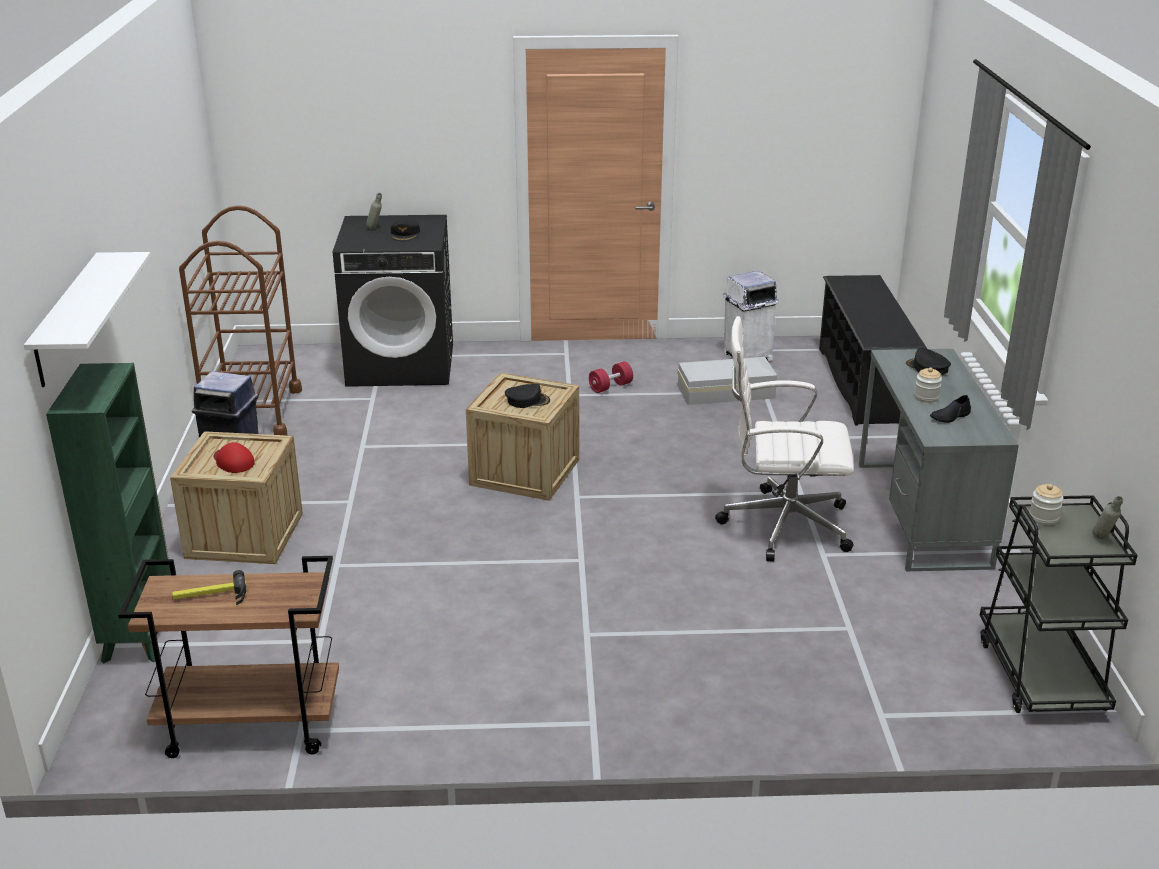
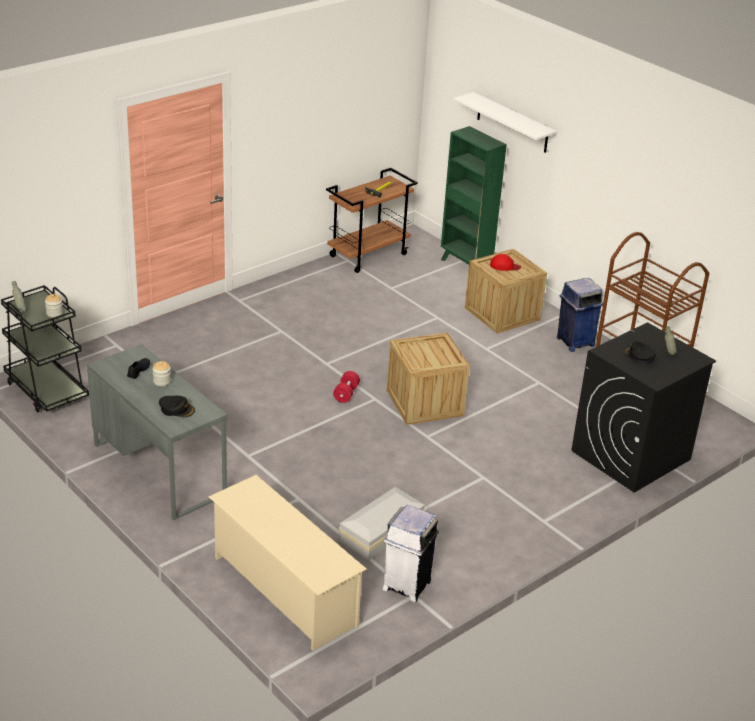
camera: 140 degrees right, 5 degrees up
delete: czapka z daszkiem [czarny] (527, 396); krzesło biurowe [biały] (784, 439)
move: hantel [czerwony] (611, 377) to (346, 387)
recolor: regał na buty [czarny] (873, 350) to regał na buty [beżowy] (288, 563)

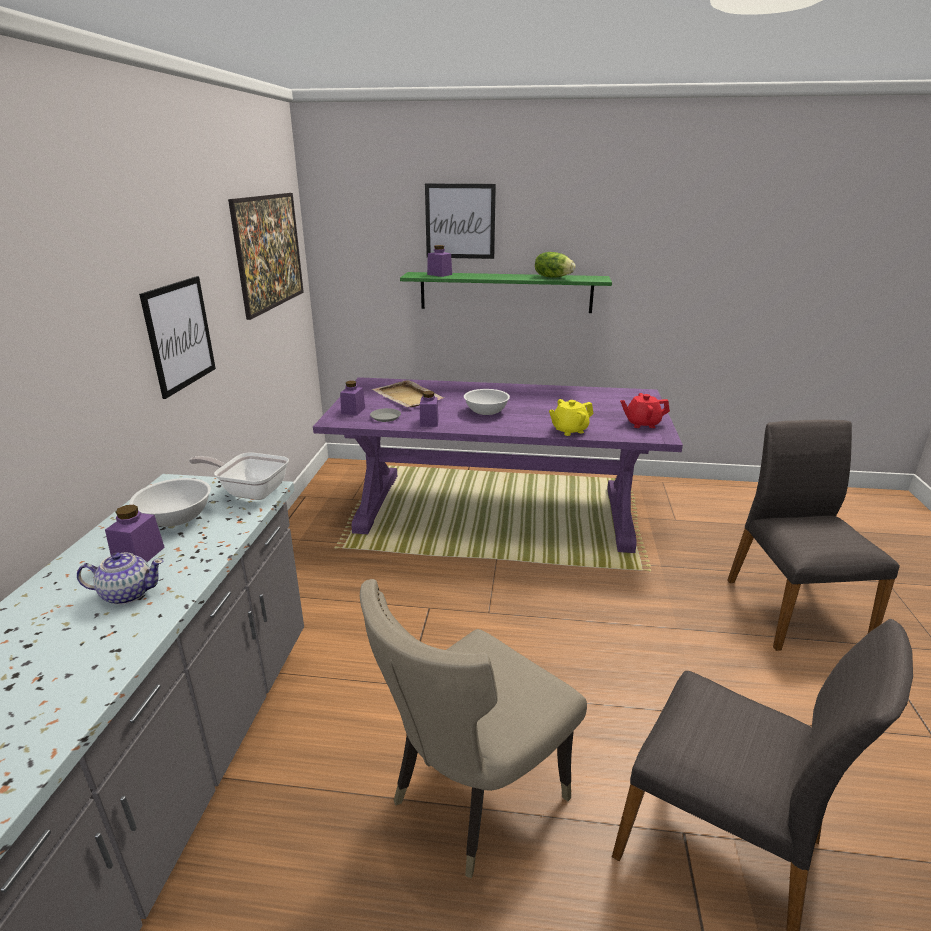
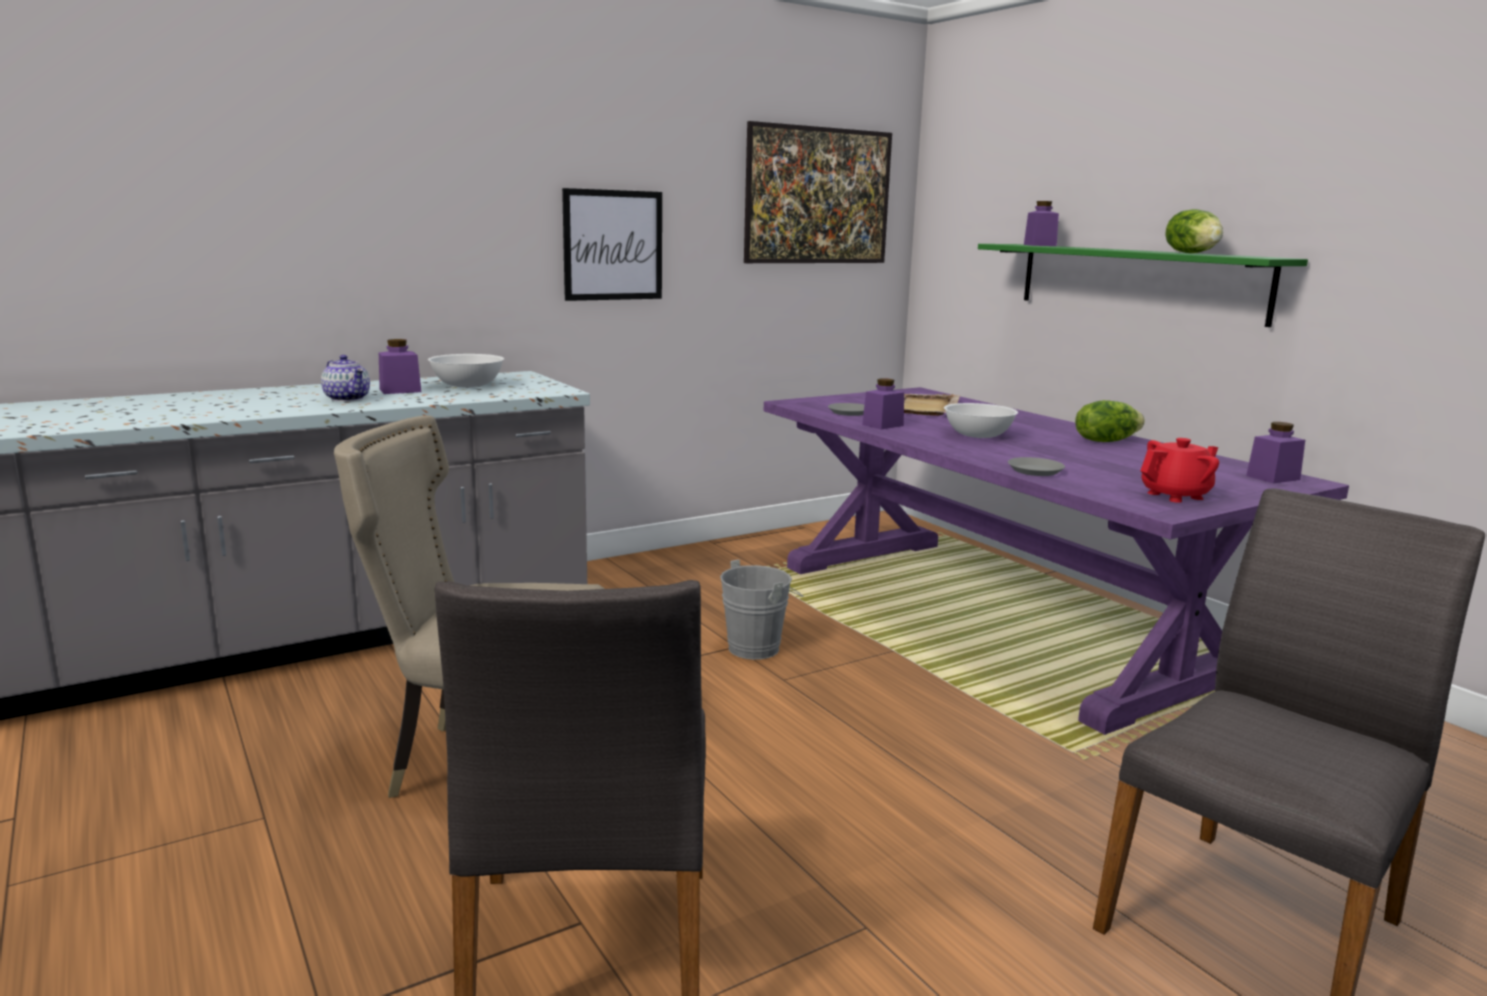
camera: 50 degrees right, 10 degrees down
delete: patelnia (239, 476); obraz (460, 221)
insert: wiadro [szary] (762, 609); sałata (1110, 421)
move: słoik [fioletowy] (352, 398) to (1275, 453)
replace: imbryk [żółty] (571, 417) to talerz [szary] (1036, 466)
rotate: imbryk [czerwony] (645, 410) = (1179, 470) 105 degrees clockwise

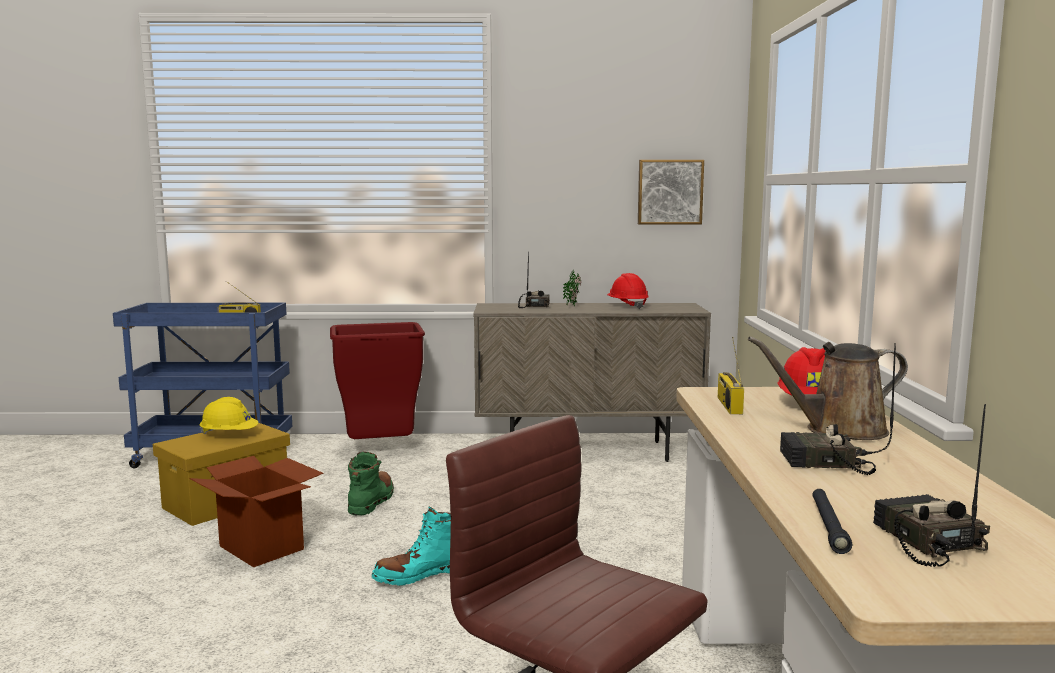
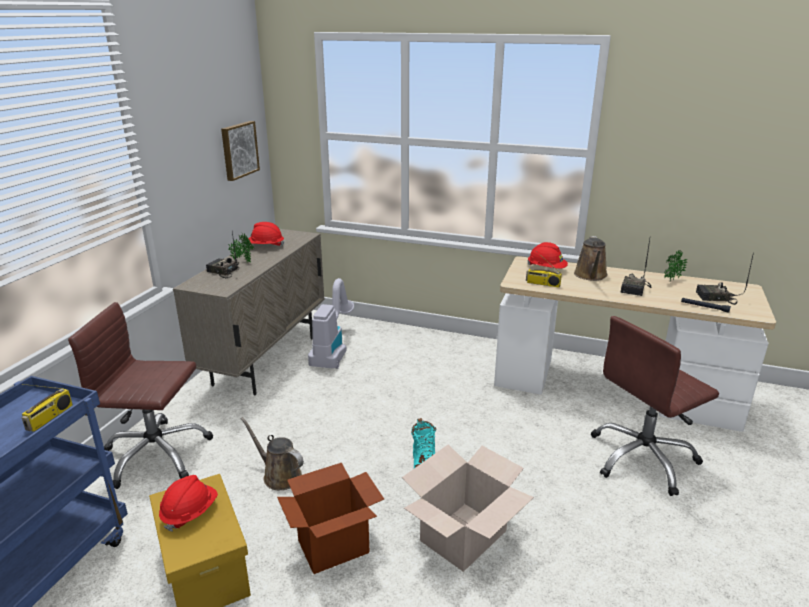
camera: 70 degrees left, 15 degrees up
insert: odkurzacz (331, 323); karton (468, 508); roślina doniczkowa (675, 266)
replace: kosz na śmieci [czerwony] (377, 380) to krzesło biurowe [brązowy] (140, 395); but z cholewką [zielony] (371, 483) to konewka [brązowy] (272, 453)
recolor: kask [żółty] (229, 415) to kask [czerwony] (188, 503)

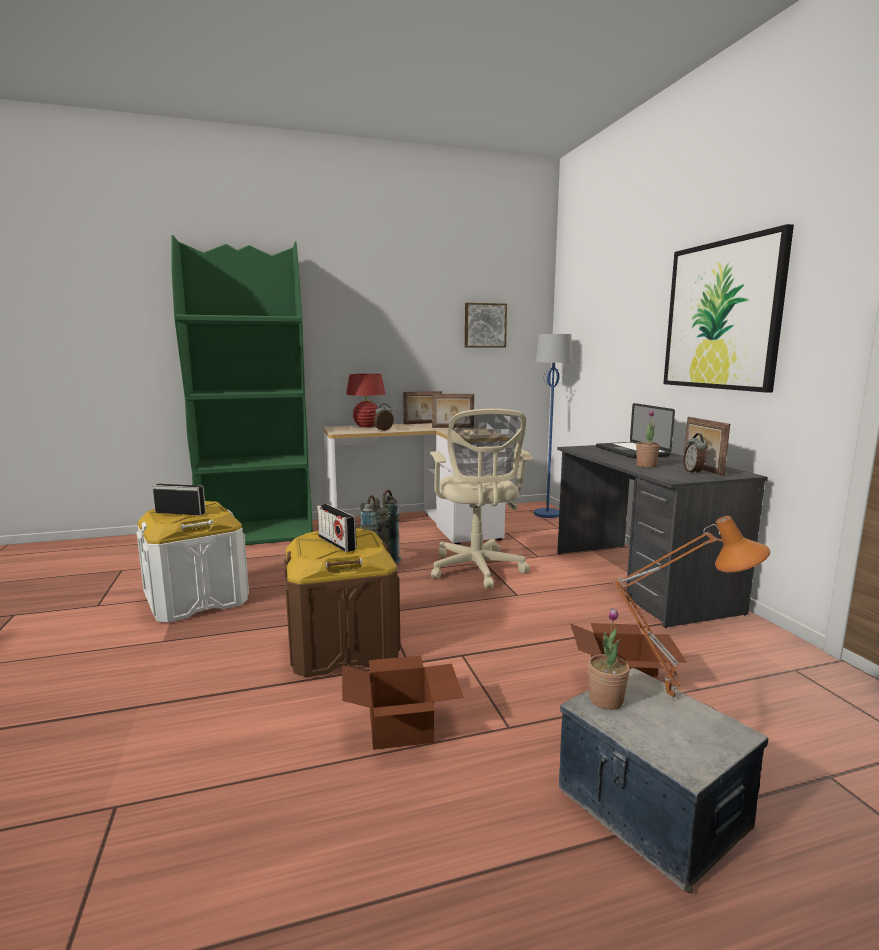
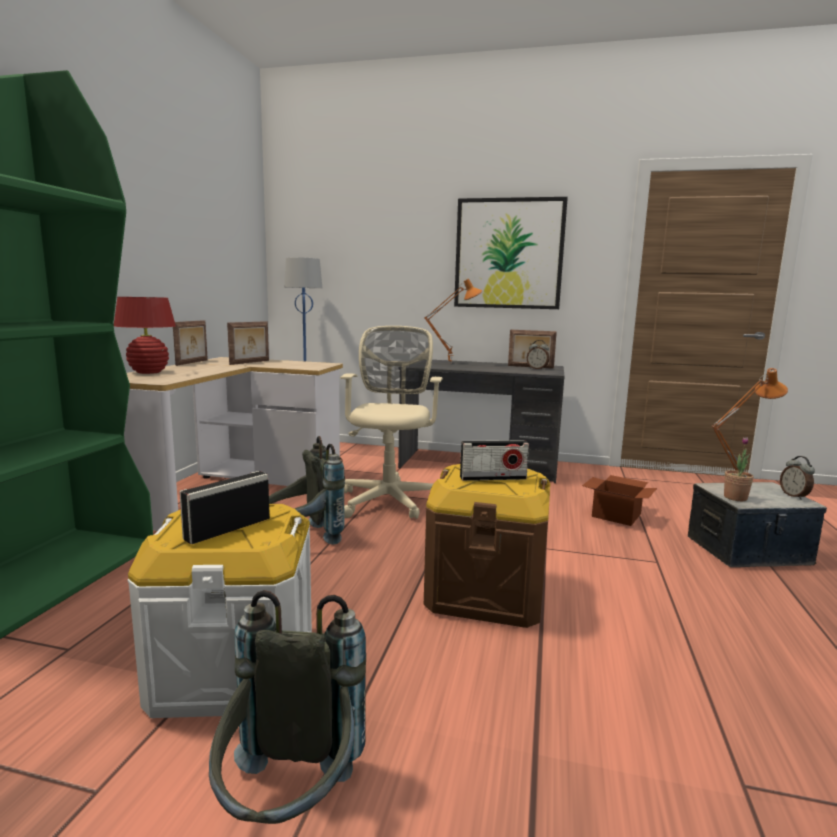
camera: 60 degrees left, 0 degrees up
delete: karton (403, 703); obraz (486, 325); roślina doniczkowa (648, 438)
insert: plecak [szary] (287, 707)
move: budzik (384, 417) to (797, 478)
replace: laptop (635, 430) to lampa stołowa [pomarańczowy] (453, 321)
rotate: krzesło biurowe [beżowy] (481, 499) = (391, 422) 105 degrees counterclockwise

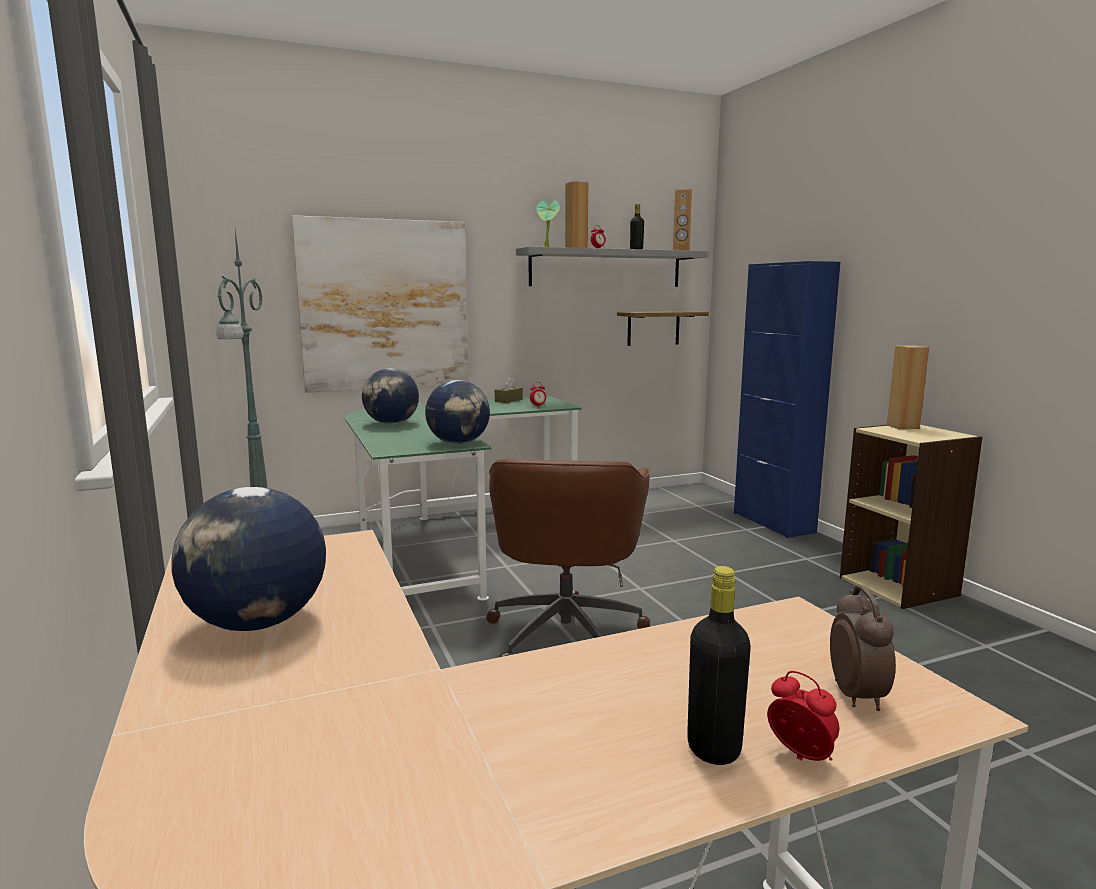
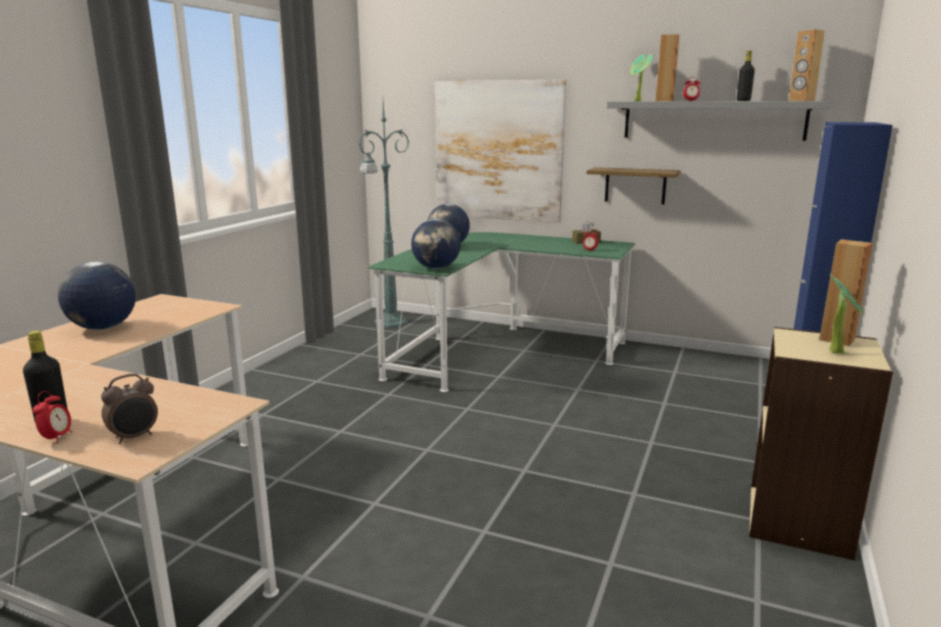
camera: 45 degrees right, 5 degrees up
delete: krzesło biurowe [brązowy] (568, 557)
insert: roślina doniczkowa (847, 314)
move: półka (663, 328) to (634, 186)

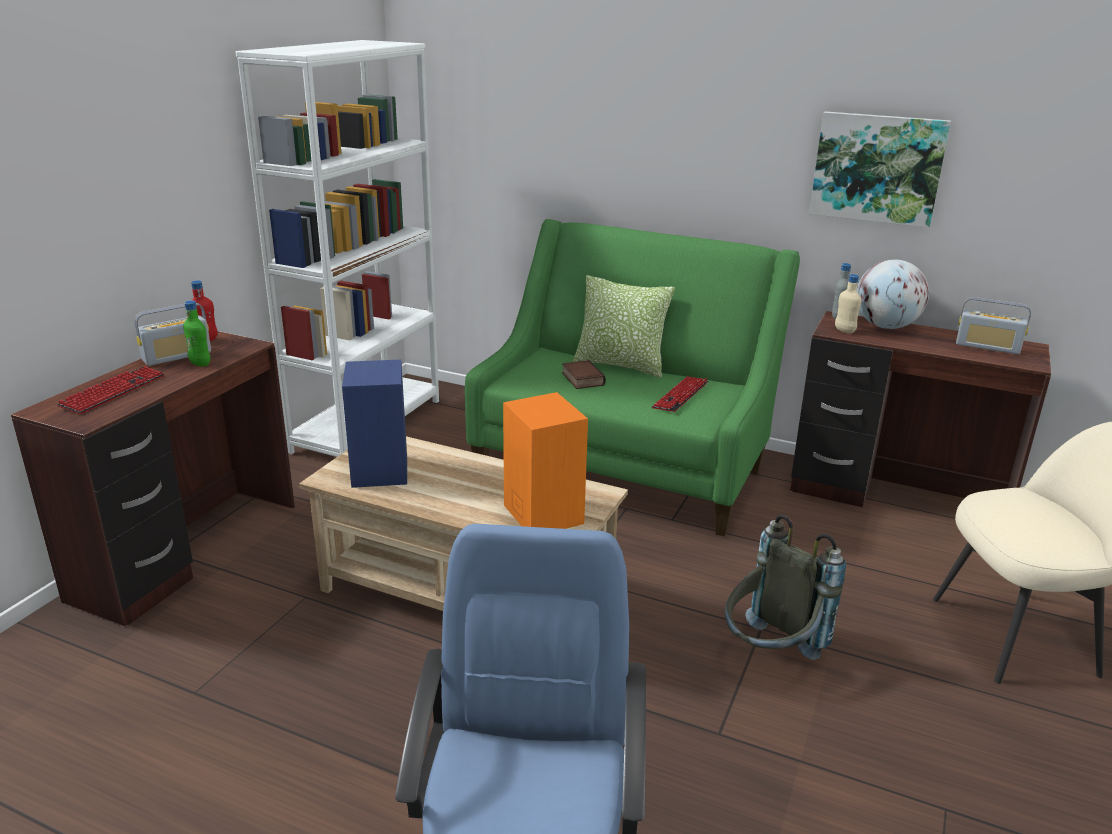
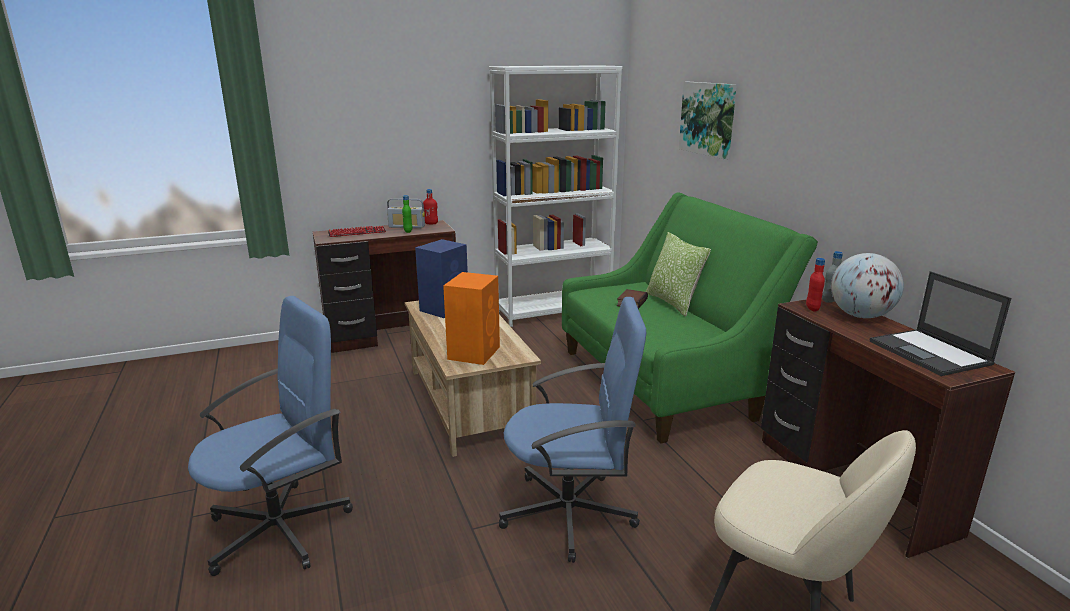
camera: 45 degrees right, 5 degrees down
delete: klawiatura (680, 394)
move: obraz (880, 169) to (708, 120)
replace: plecak [szary] (785, 587) to krzesło biurowe [niebieski] (572, 430); radio (993, 326) to laptop (940, 323)
recolor: butelka [beżowy] (848, 304) to butelka [czerwony] (815, 284)

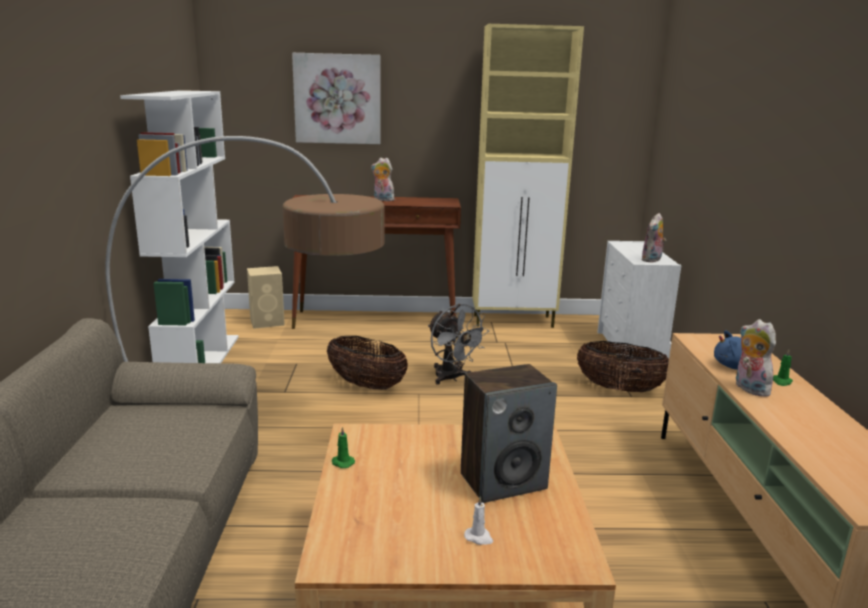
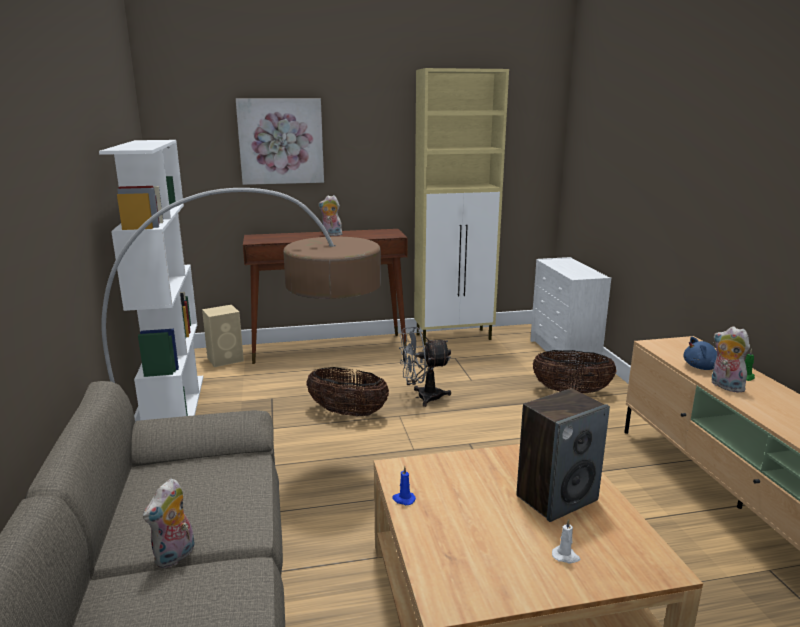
camera: 10 degrees left, 0 degrees up
move: pluszak (653, 237) to (169, 523)
recolor: świeca [zielony] (343, 447) to świeca [niebieski] (404, 485)
rotate: wentylator [szary] (458, 344) = (425, 367) 120 degrees clockwise

